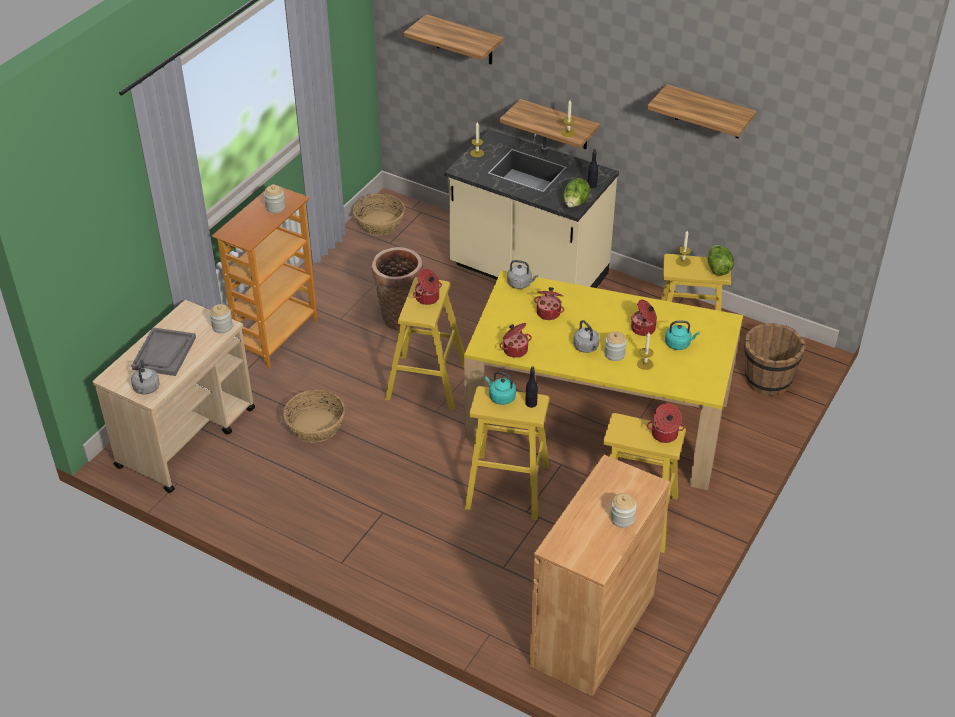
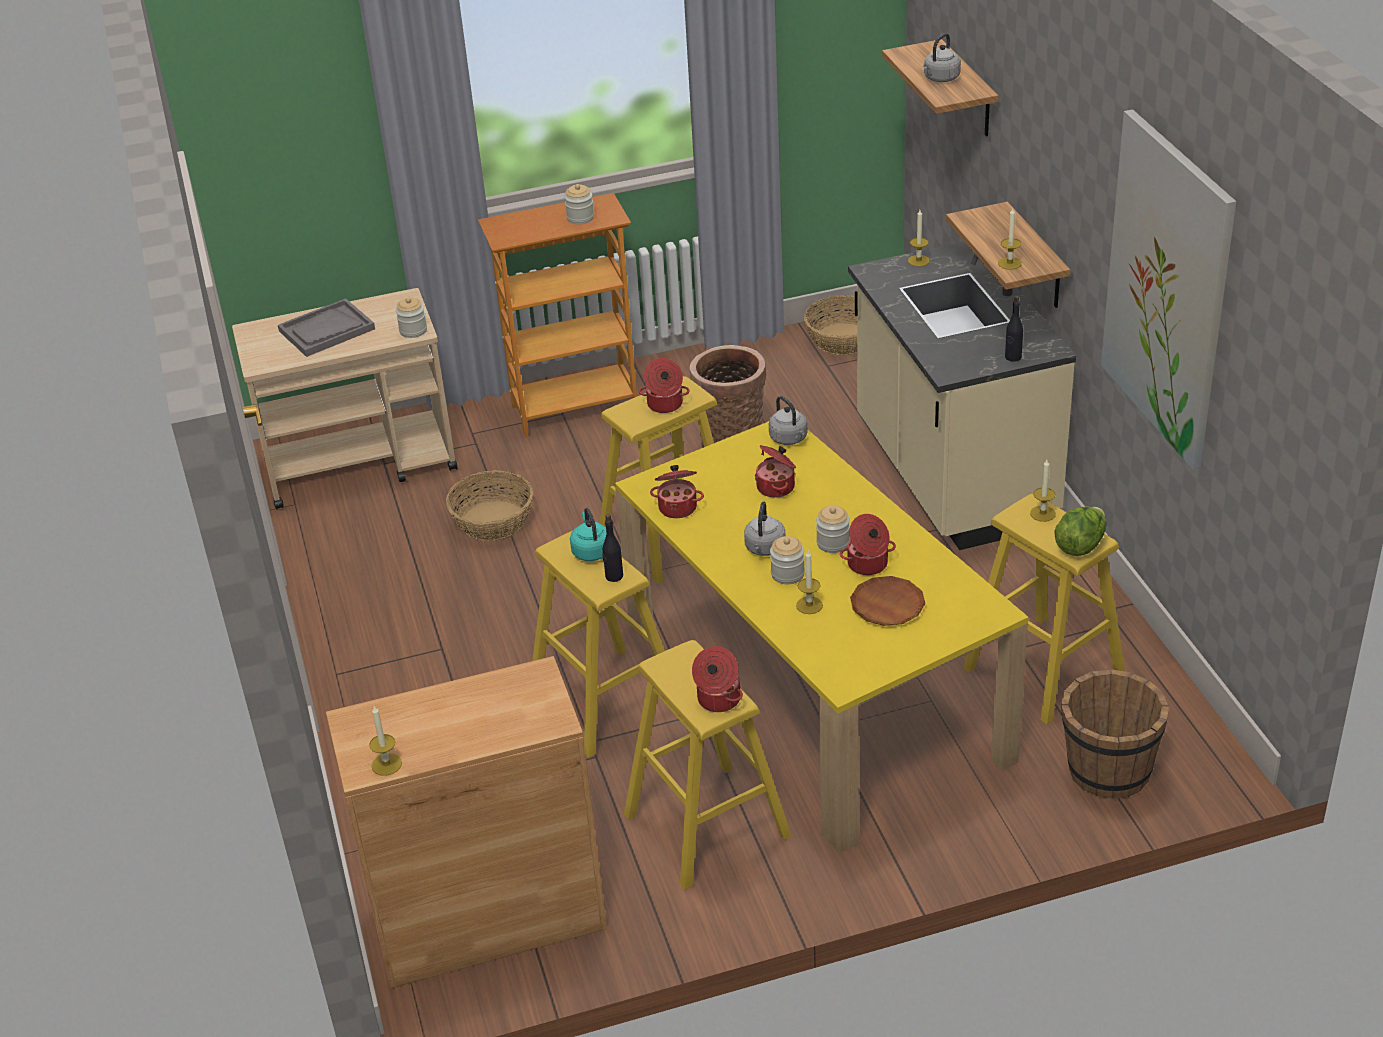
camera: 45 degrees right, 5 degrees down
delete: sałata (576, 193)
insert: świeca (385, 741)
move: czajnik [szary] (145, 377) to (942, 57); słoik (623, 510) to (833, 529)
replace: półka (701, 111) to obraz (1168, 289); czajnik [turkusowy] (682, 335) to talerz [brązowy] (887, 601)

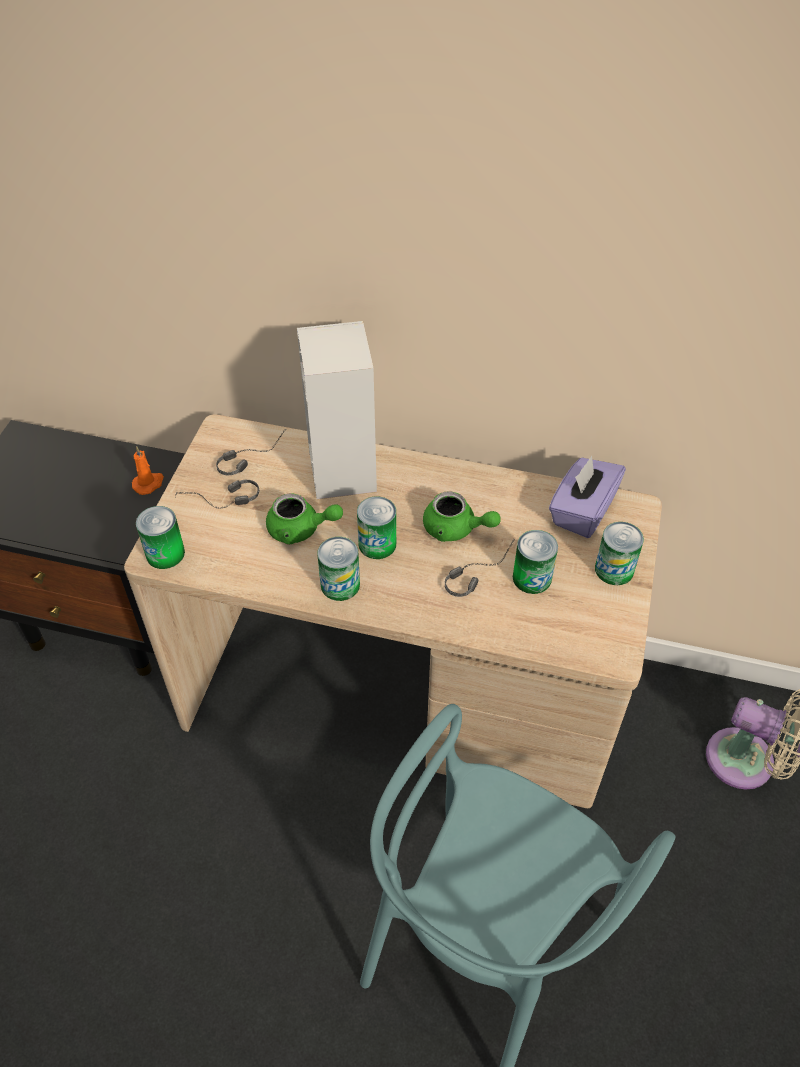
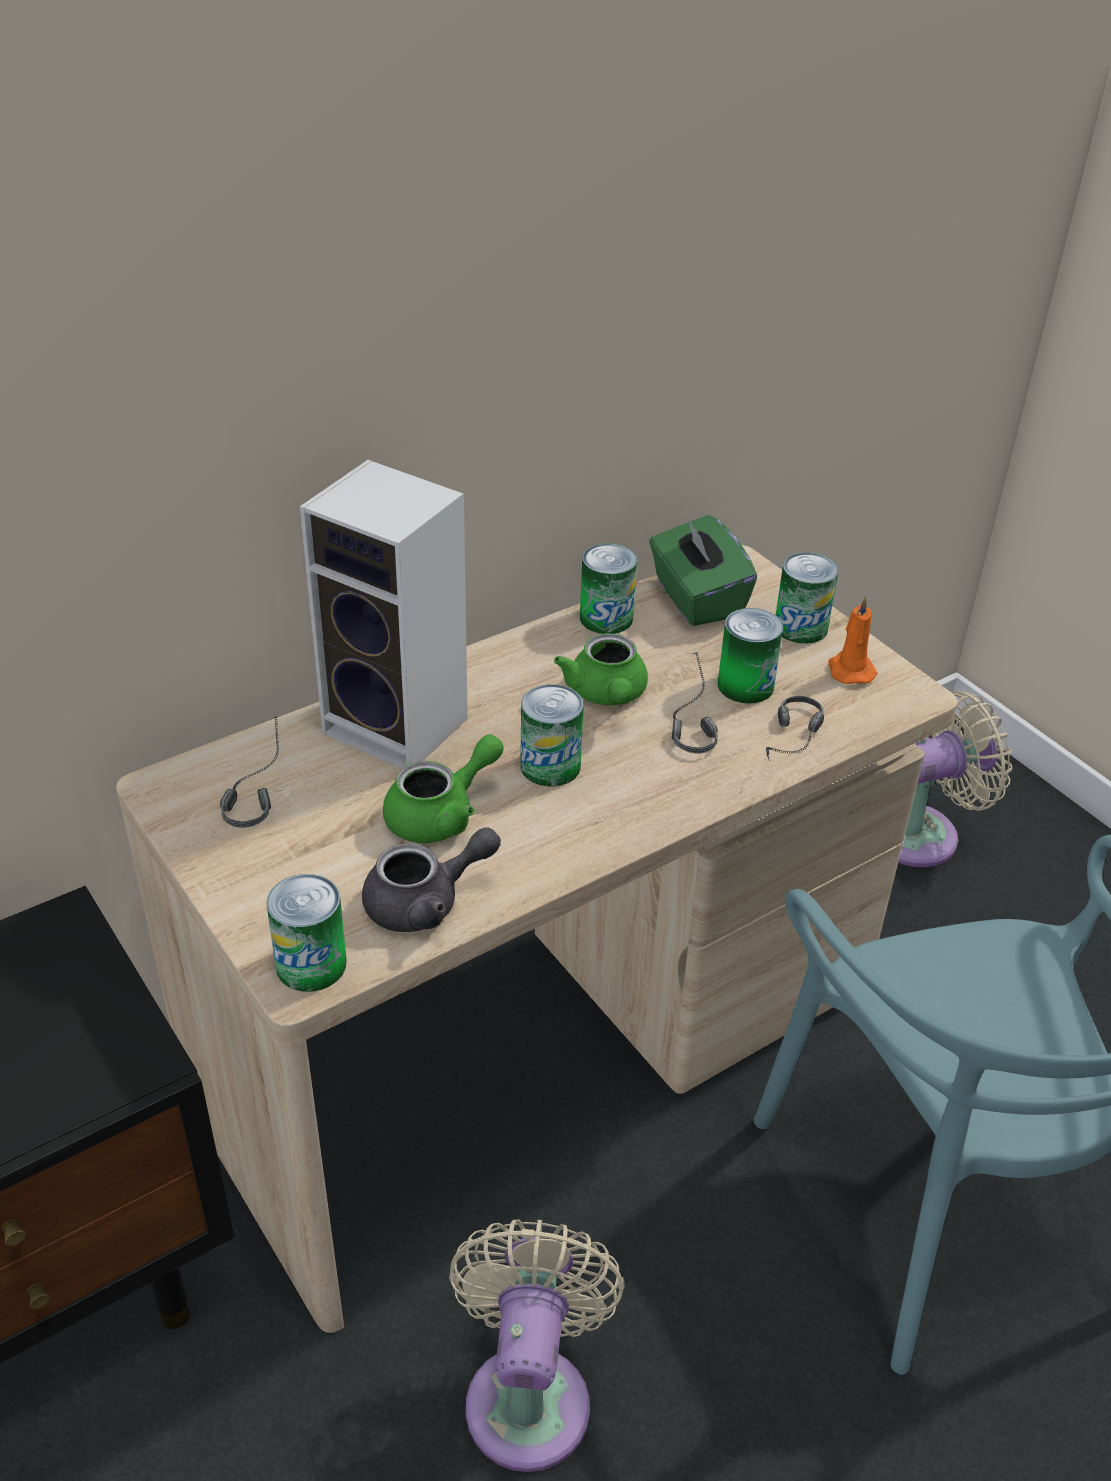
camera: 50 degrees left, 10 degrees down
insert: imbryk [szary] (431, 879); wentylator [beżowy] (537, 1345)
move: świeca [pomarańczowy] (148, 470) to (852, 639); słuchawki (217, 494) to (795, 729); puszka (338, 569) to (608, 589)
recolor: pudełko chusteczek [fioletowy] (587, 497) to pudełko chusteczek [zielony] (703, 570)
rotate: imbryk [zielony] (462, 517) = (601, 669) 105 degrees clockwise

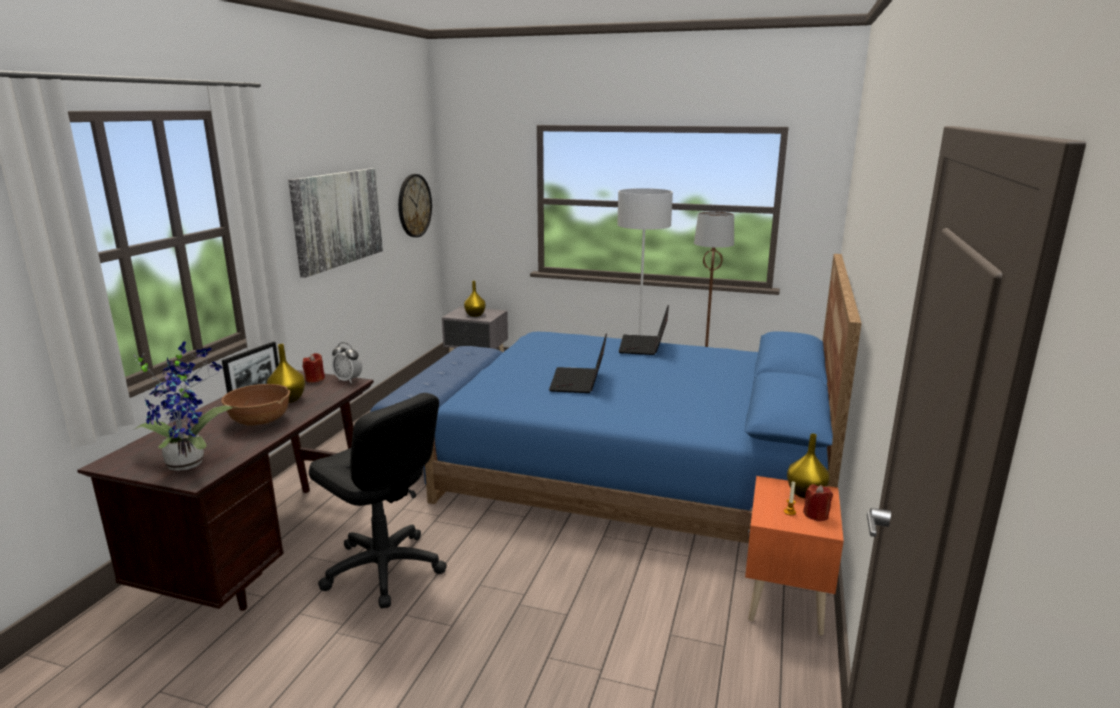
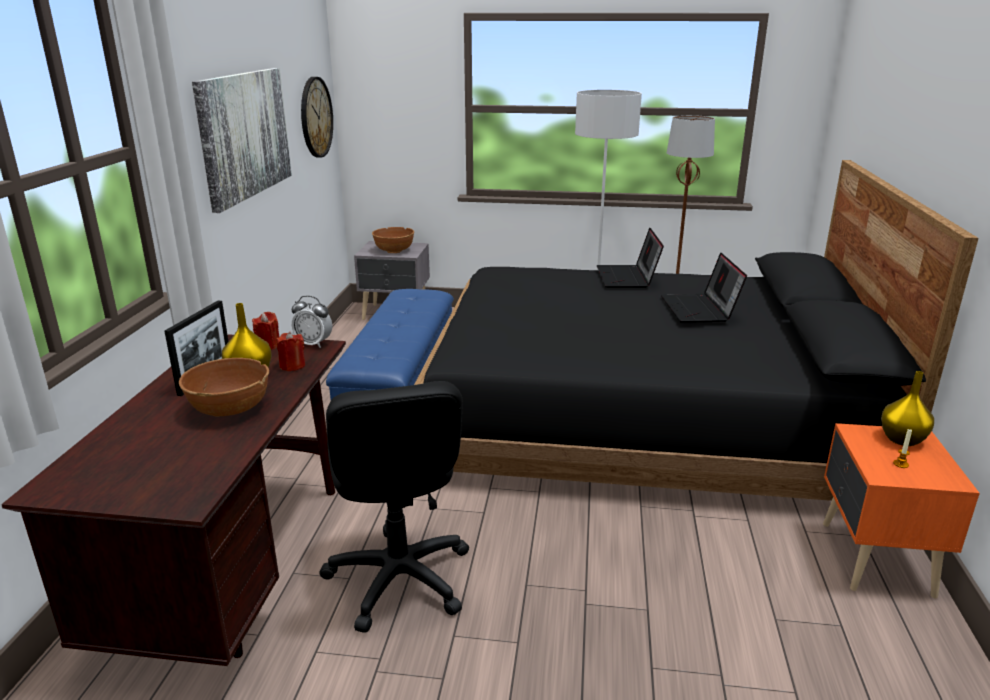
camera: 10 degrees left, 5 degrees up
delete: roślina doniczkowa (183, 406)
move: laptop (578, 363) to (704, 287); świeca [czerwony] (818, 502) to (291, 351)
replace: wazon [żółty] (475, 299) to miska [brązowy] (393, 240)
recolor: łóżko [niebieski] (643, 398) to łóżko [czarny] (696, 330)
rotate: krzesło biurowe [czarny] (378, 500) = (394, 507) 45 degrees clockwise

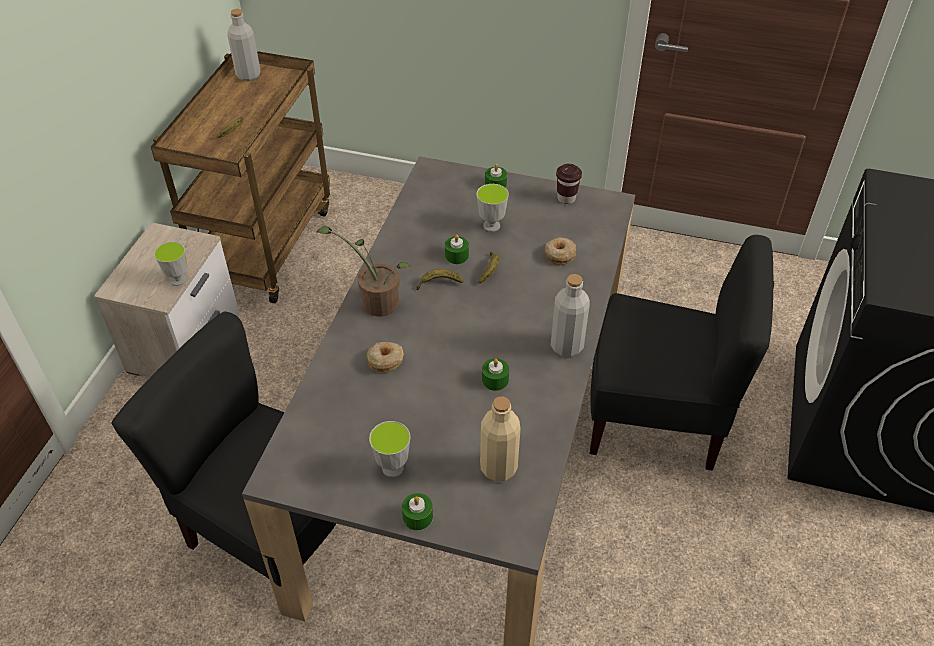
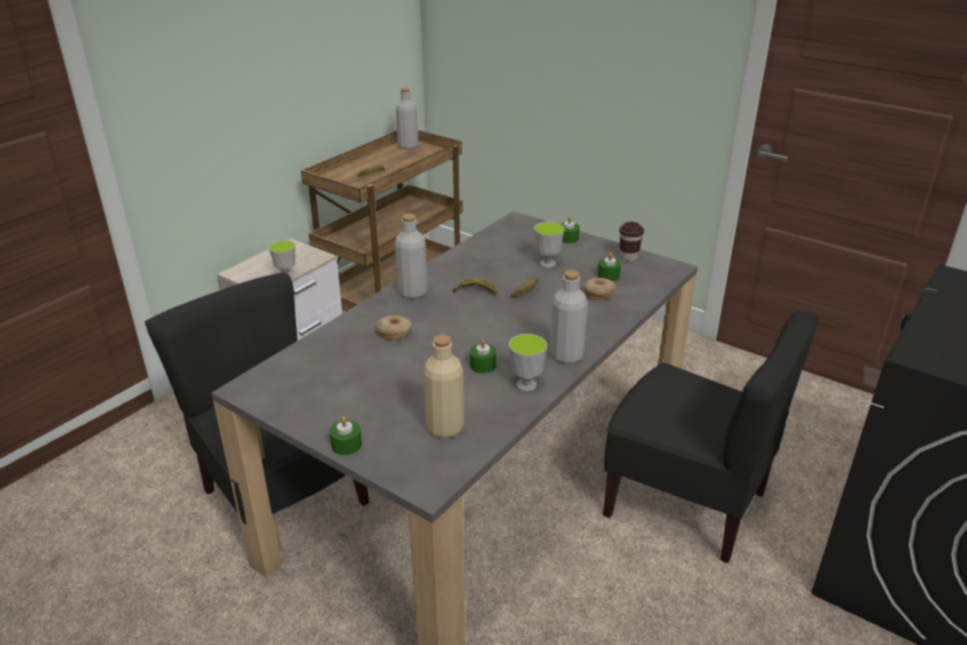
camera: 20 degrees right, 15 degrees down
move: filiżanka (390, 449) to (528, 363); świeca [zielony] (457, 249) to (609, 267)
replace: roślina doniczkowa (363, 271) to butelka [szary] (411, 256)

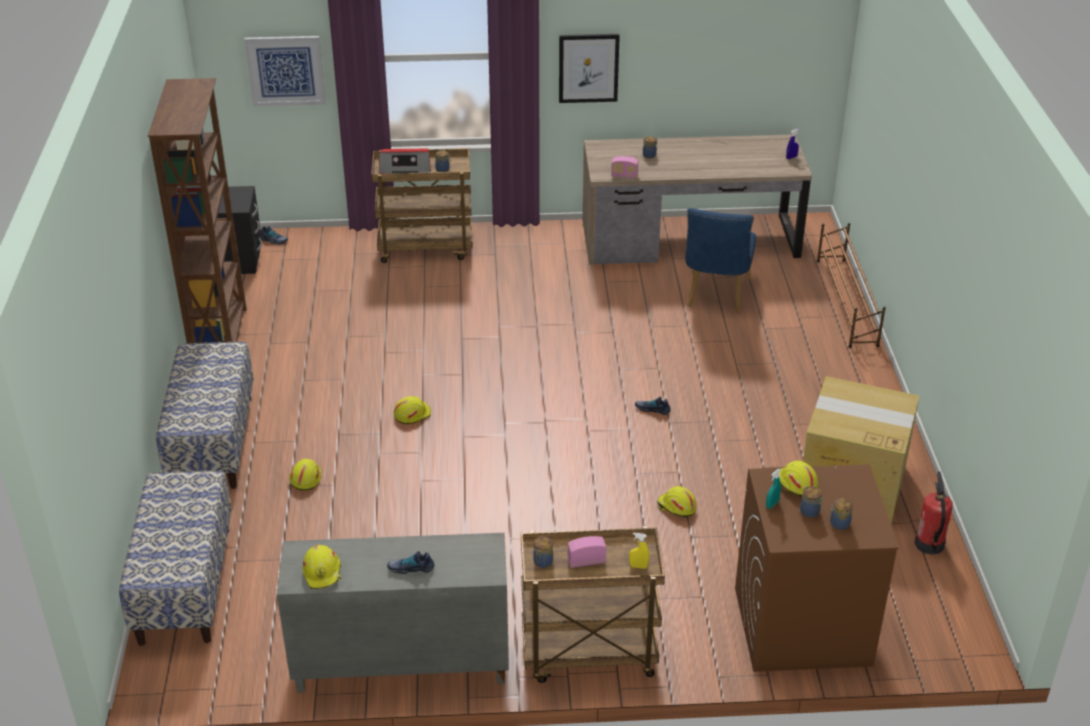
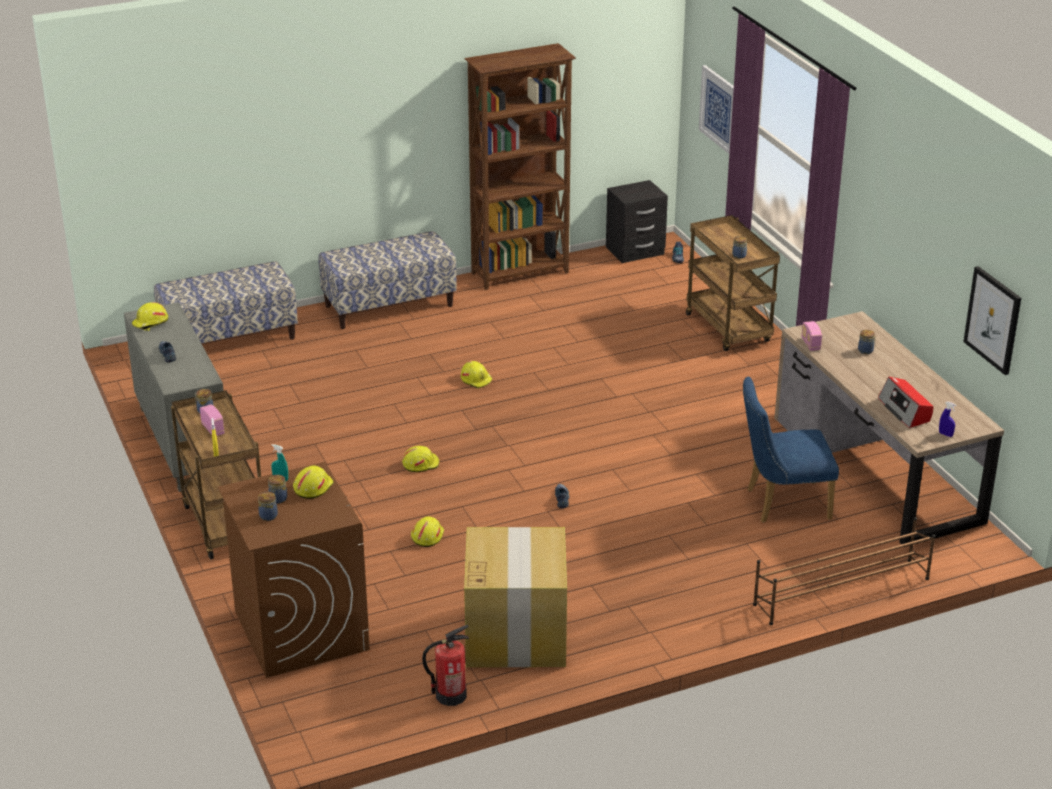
camera: 70 degrees right, 5 degrees down
move: kask [żółty] (305, 475) to (420, 459); radio (405, 161) to (905, 402); obraz (589, 68) to (992, 320)

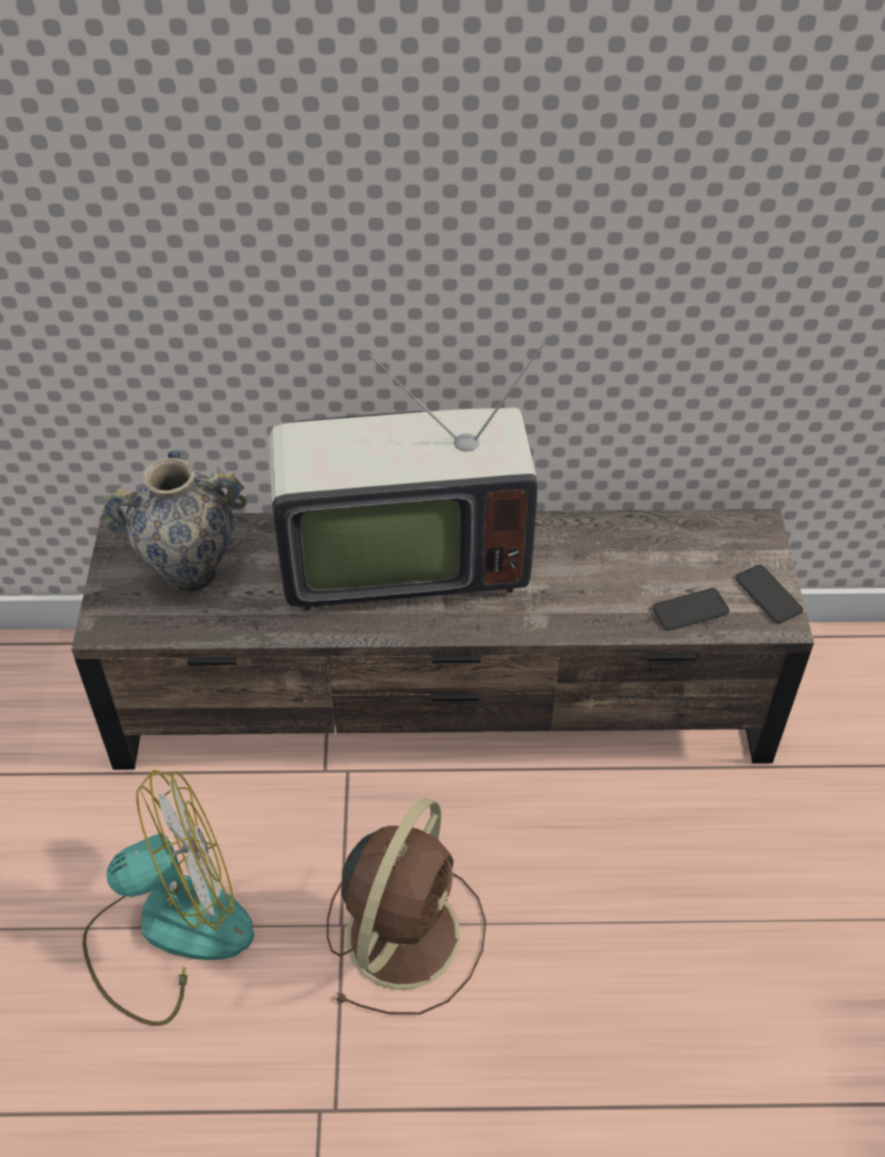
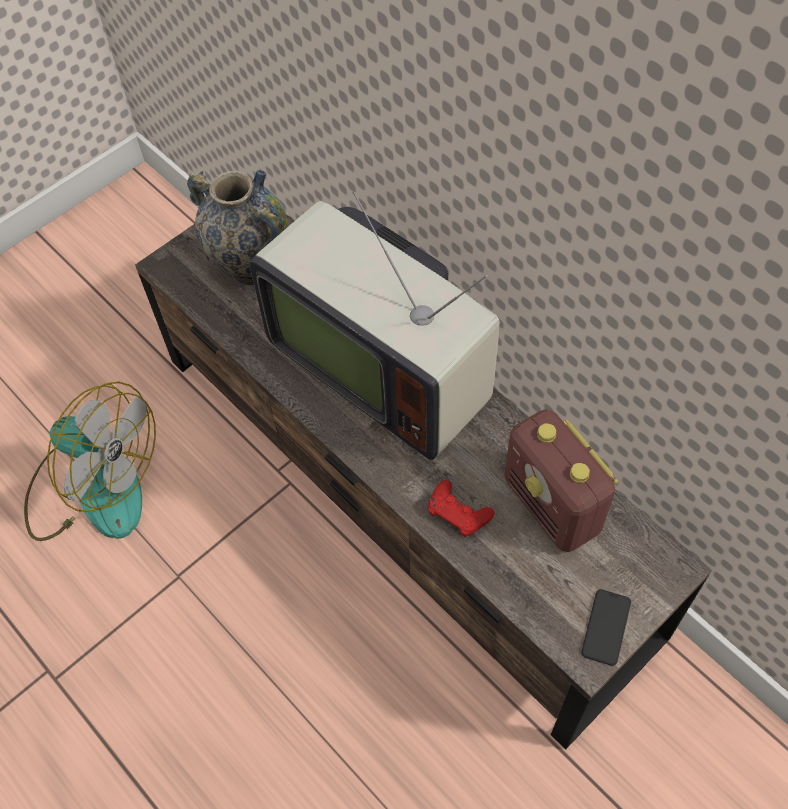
camera: 50 degrees right, 10 degrees up
delete: wentylator [brązowy] (406, 906); telefon (690, 609)
insert: pad do gier [czerwony] (461, 508); radio (561, 480)

